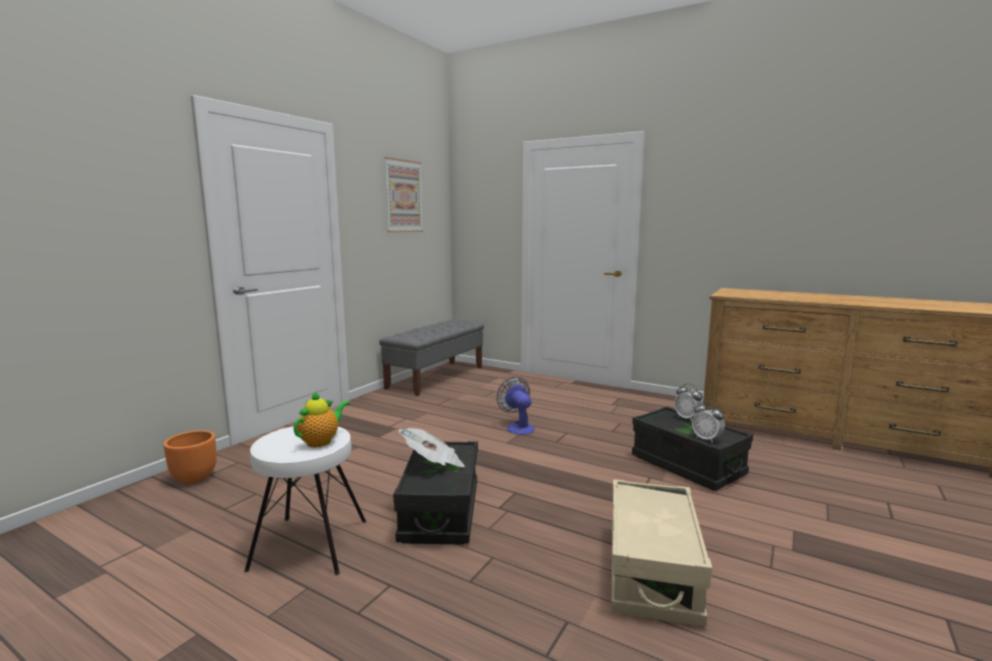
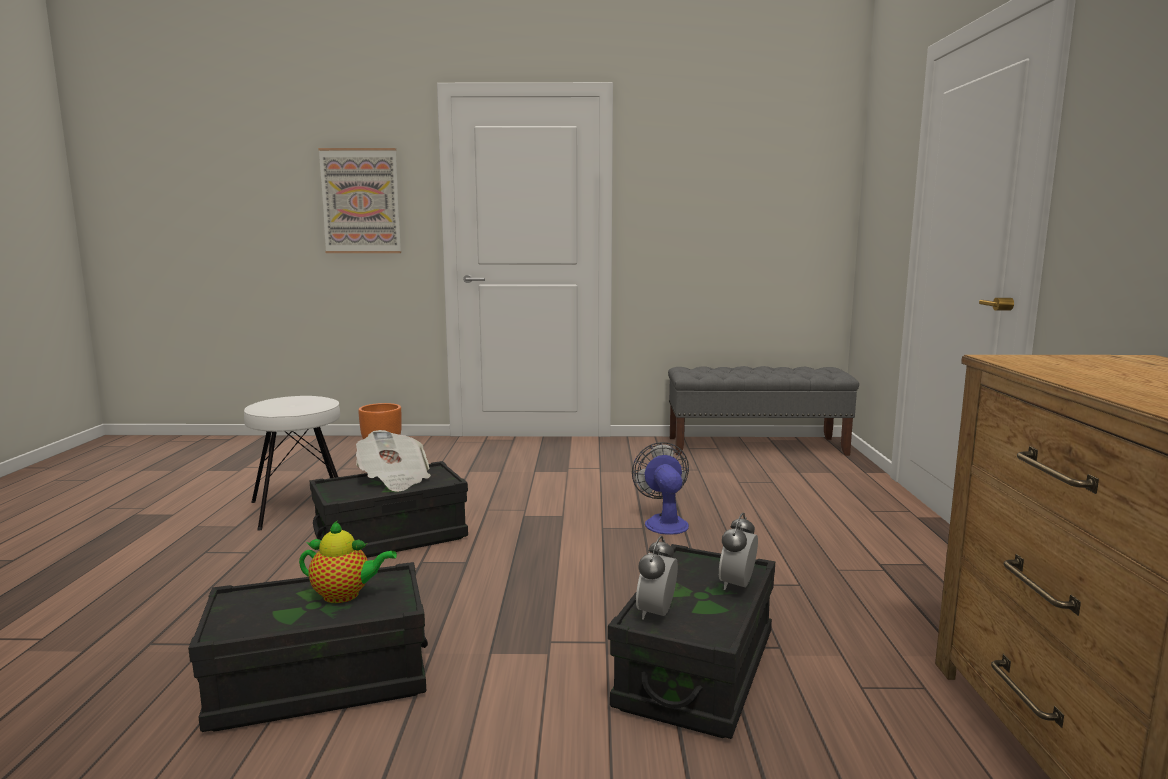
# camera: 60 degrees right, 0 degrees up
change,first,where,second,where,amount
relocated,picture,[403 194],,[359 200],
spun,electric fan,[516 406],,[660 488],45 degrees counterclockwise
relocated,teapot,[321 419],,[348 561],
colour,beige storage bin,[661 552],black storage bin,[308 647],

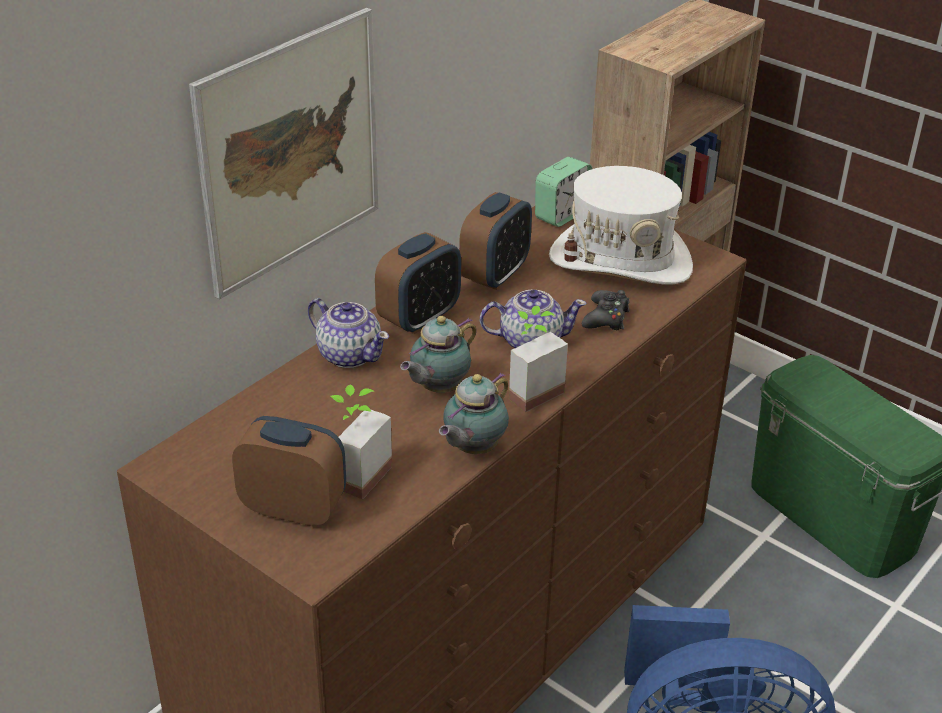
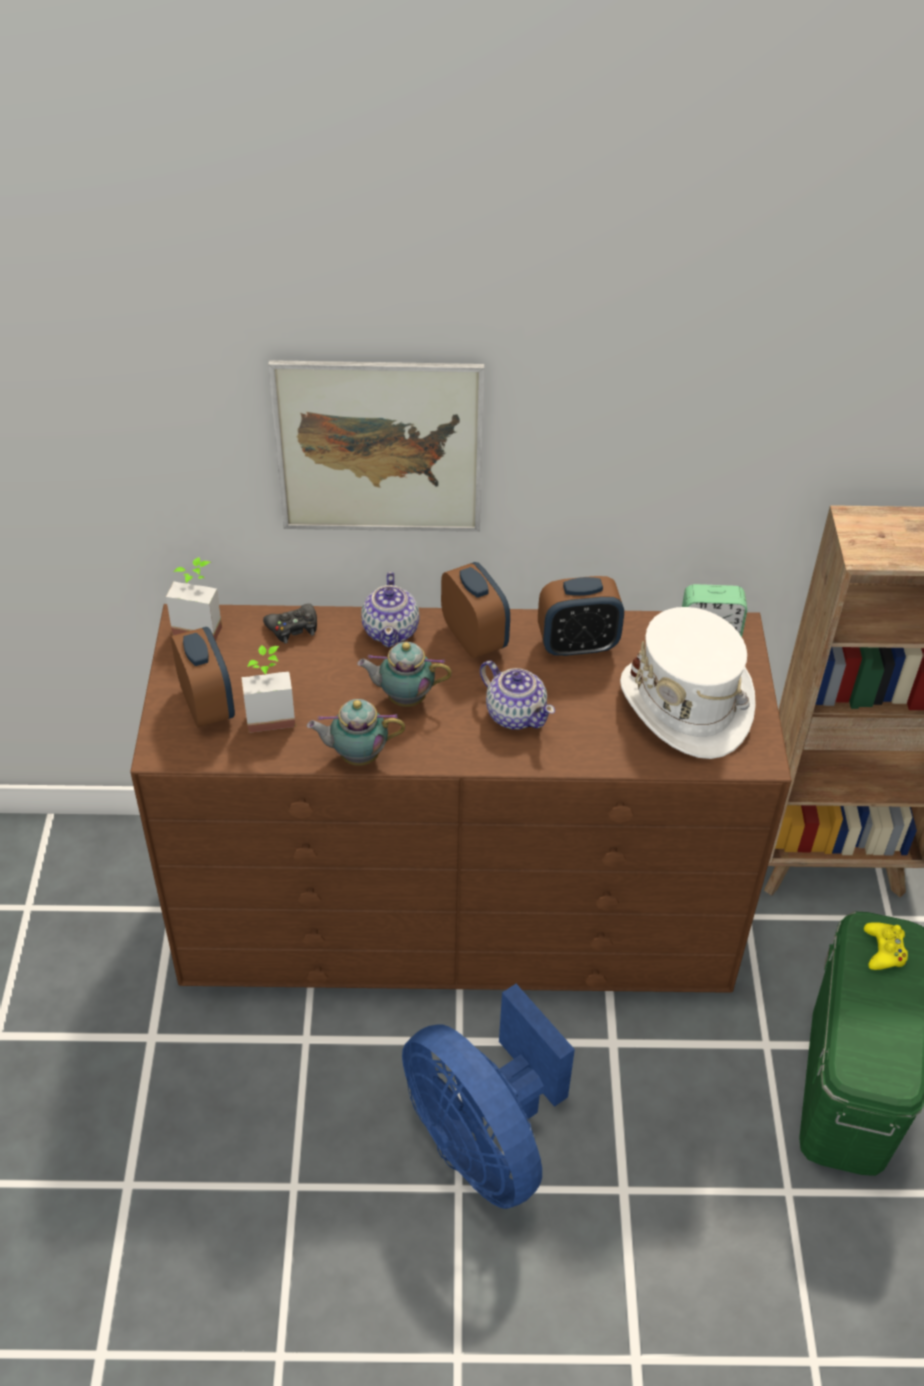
# camera: 50 degrees right, 10 degrees up
change,first,where,second,where,amount
spun,alarm clock,[418 283],,[475 610],120 degrees counterclockwise
relocated,black gamepad,[606 310],,[290 624],
relocated,plant in a pot,[538 359],,[194 599],
appeared,,,yellow gamepad,[886 946],

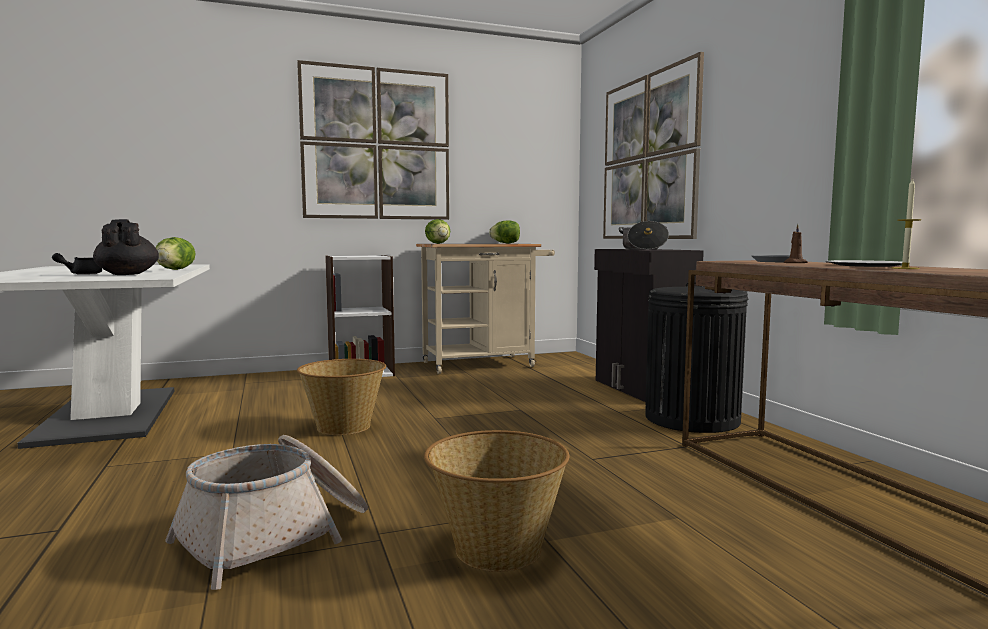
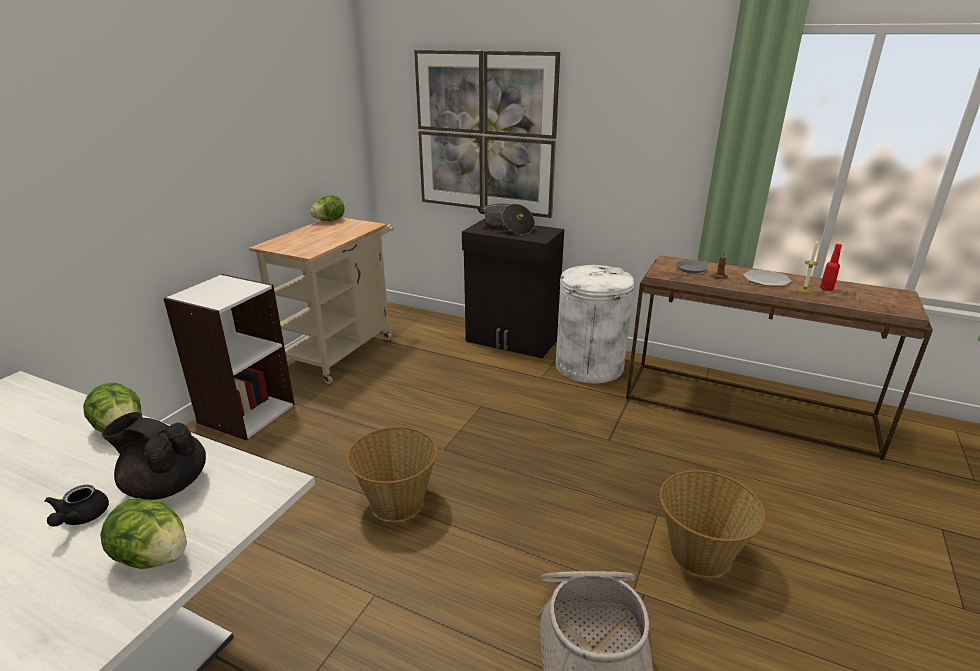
# camera: 45 degrees left, 20 degrees up
change,first,where,second,where,amount
missing,picture,[373 140],,,
relocated,head of lettuce,[437 231],,[143 533],
colour,black trash can,[696 357],white-coloured trash can,[595 324],
appeared,,,red bottle,[831 267],

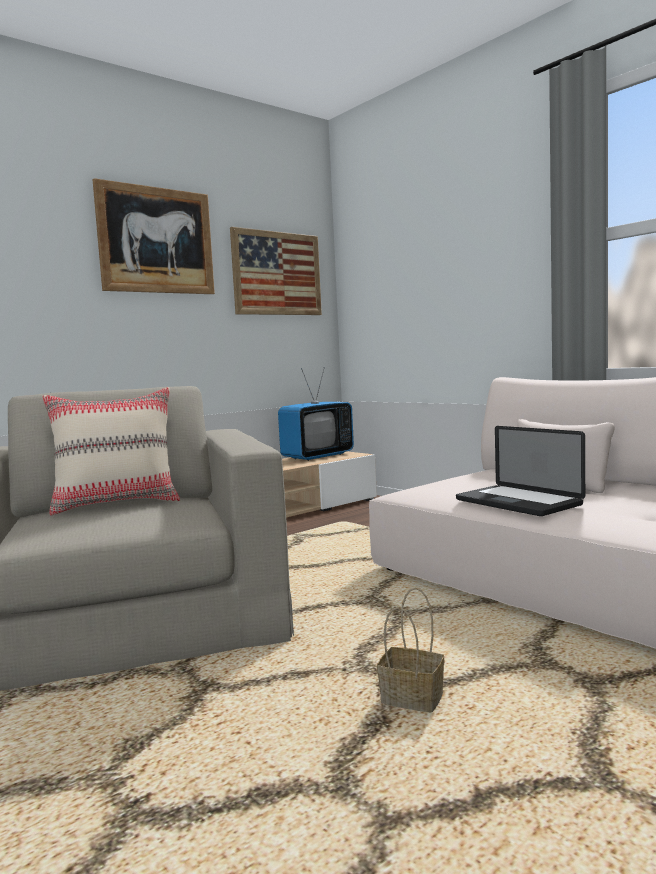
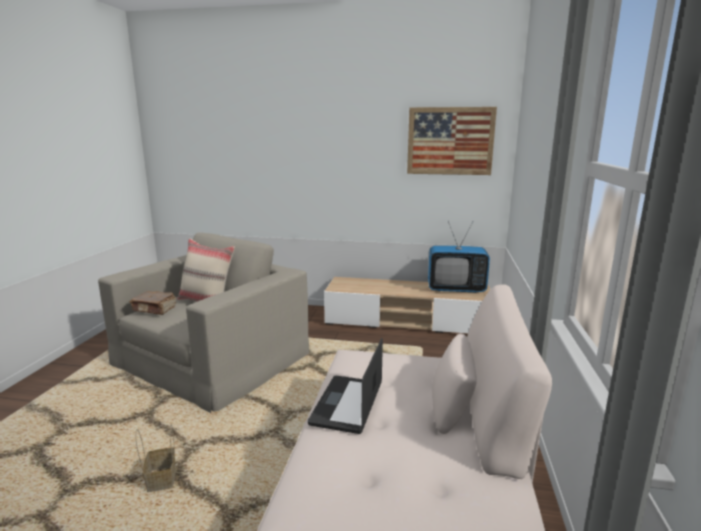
# camera: 50 degrees right, 10 degrees up
change,first,where,second,where,amount
missing,picture,[153 236],,,
appeared,,,brown-coloured book,[152 303],

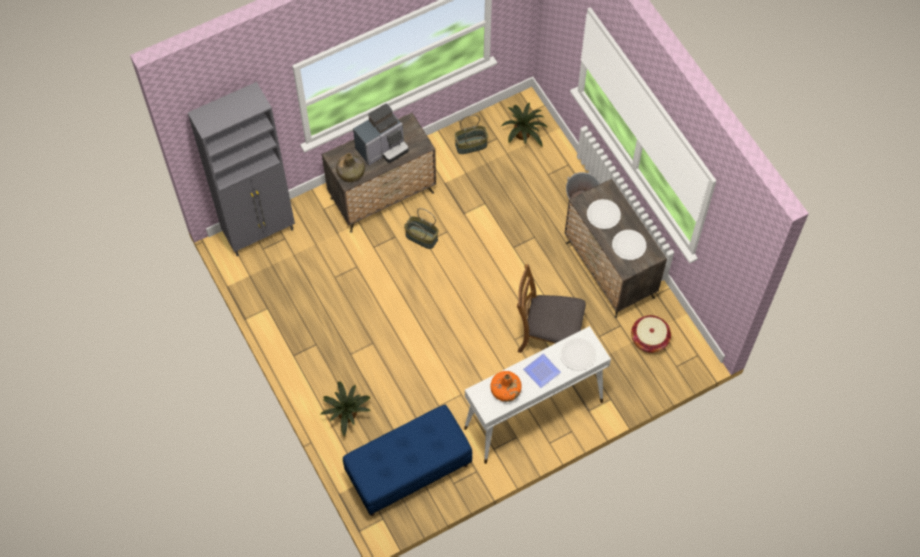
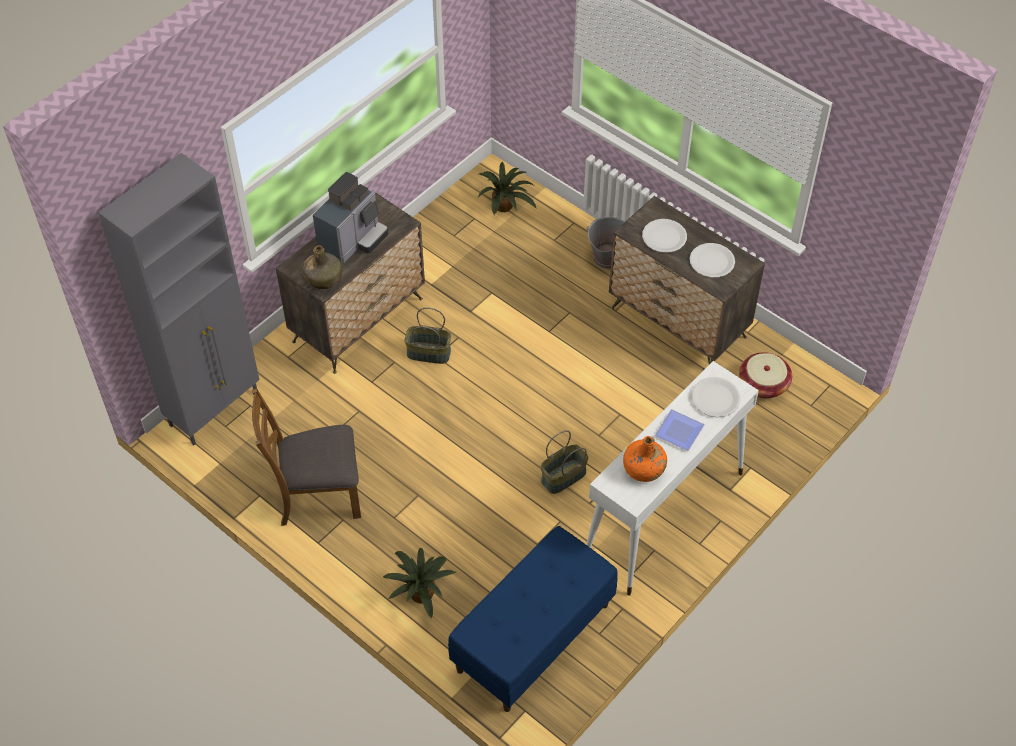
# camera: 20 degrees left, 10 degrees down
change,first,where,second,where,amount
relocated,storage basket,[471 134],,[564 462],
relocated,brown-coloured chair,[551 308],,[306 457],

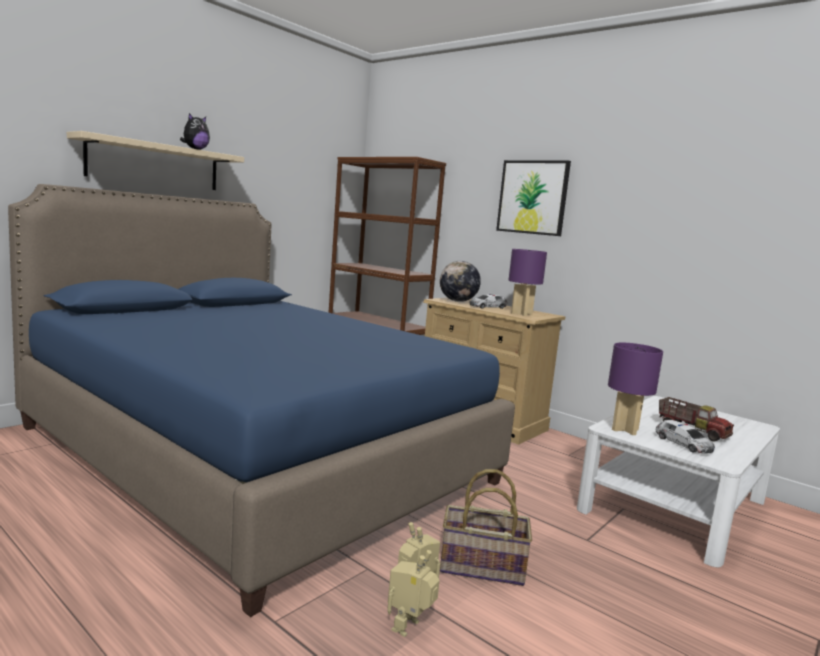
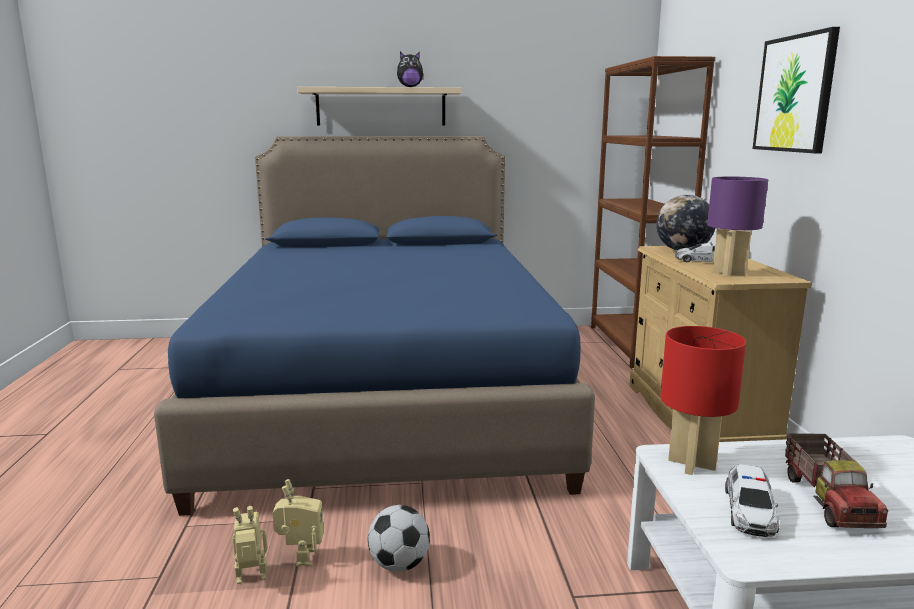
# camera: 45 degrees right, 5 degrees up
change,first,where,second,where,amount
colour,purplish lamp for a table,[635 389],red lamp for a table,[703 400],
exchanged,storage basket,[486 527],football ball,[399 538],

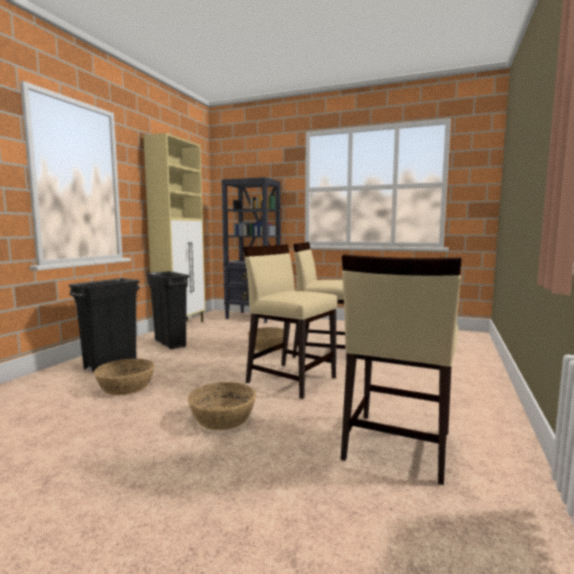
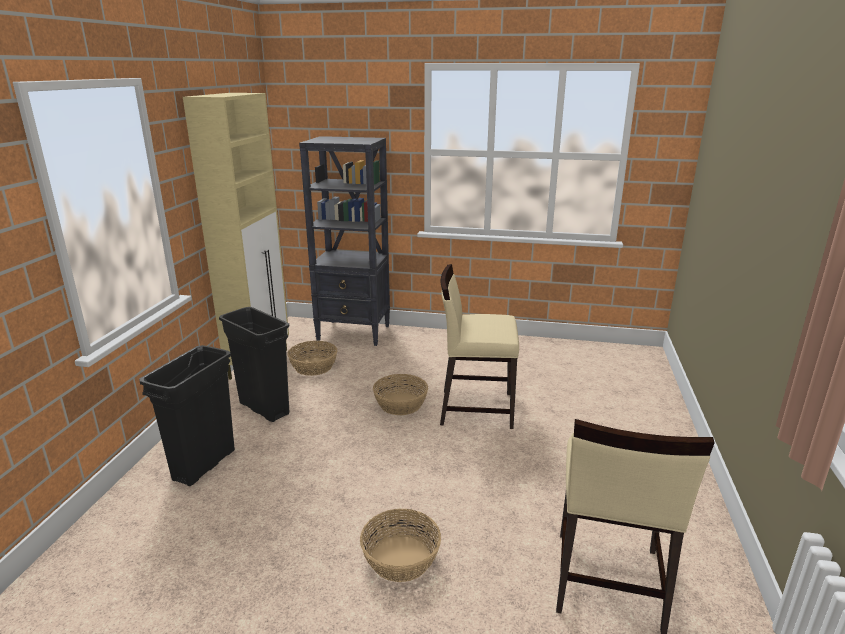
# camera: 10 degrees left, 15 degrees up
change,first,where,second,where,amount
missing,beige chair,[290 321],,,
relocated,storage basket,[124 377],,[312 358],

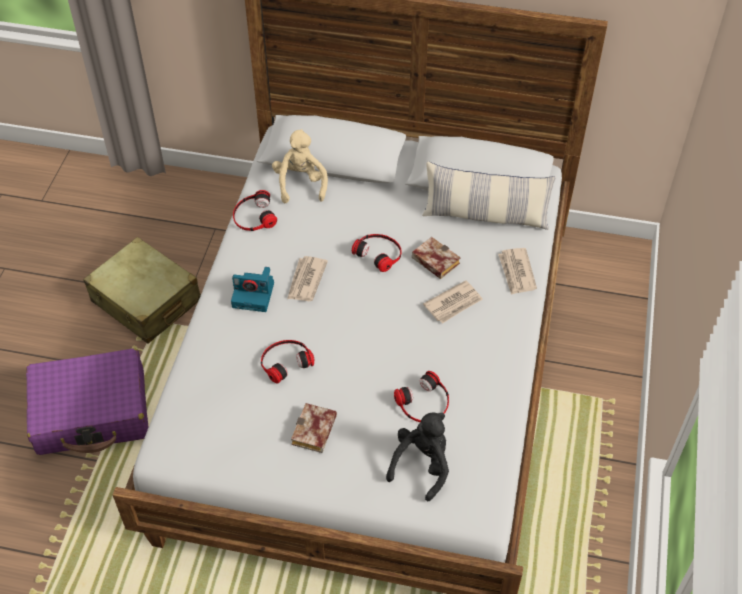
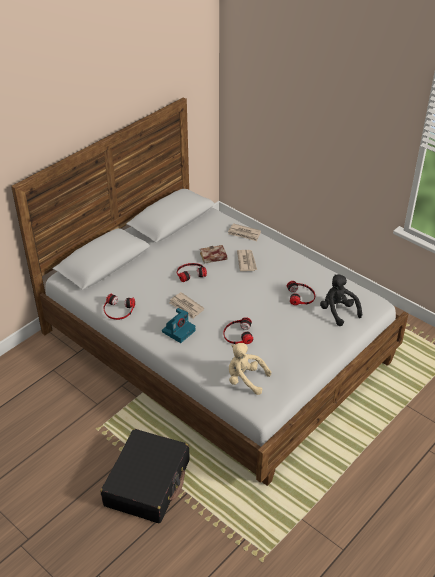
# camera: 60 degrees left, 10 degrees down
change,first,where,second,where,amount
relocated,beige plush toy,[300 166],,[250 369],
missing,throw pillow,[489 195],,,
missing,beige suitcase,[142 290],,,
colour,purplish suitcase,[87 401],black suitcase,[145 476],
missing,book,[314 428],,,

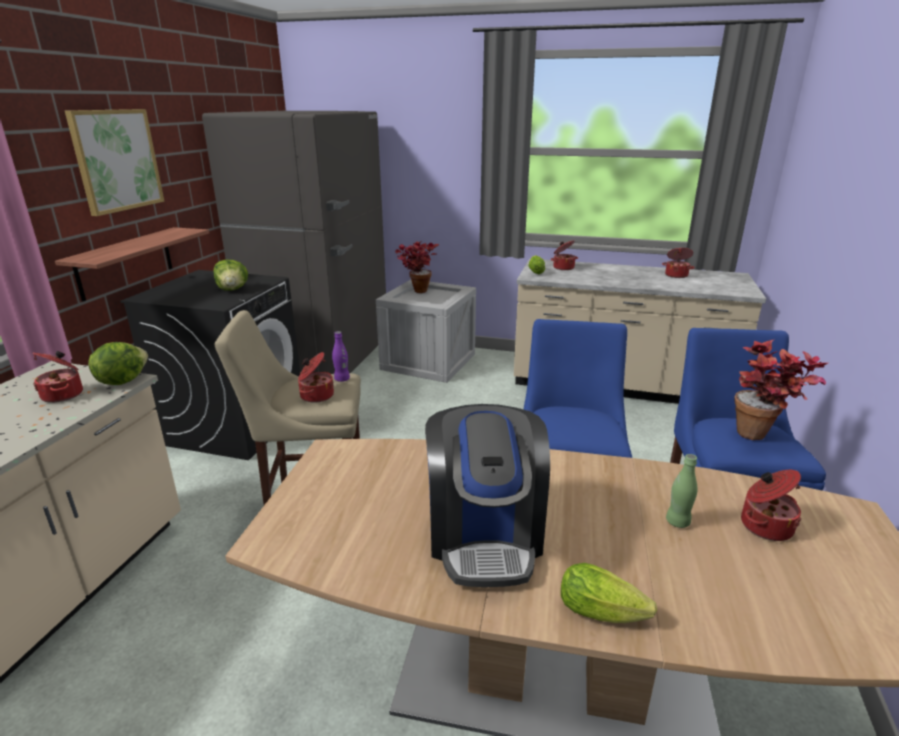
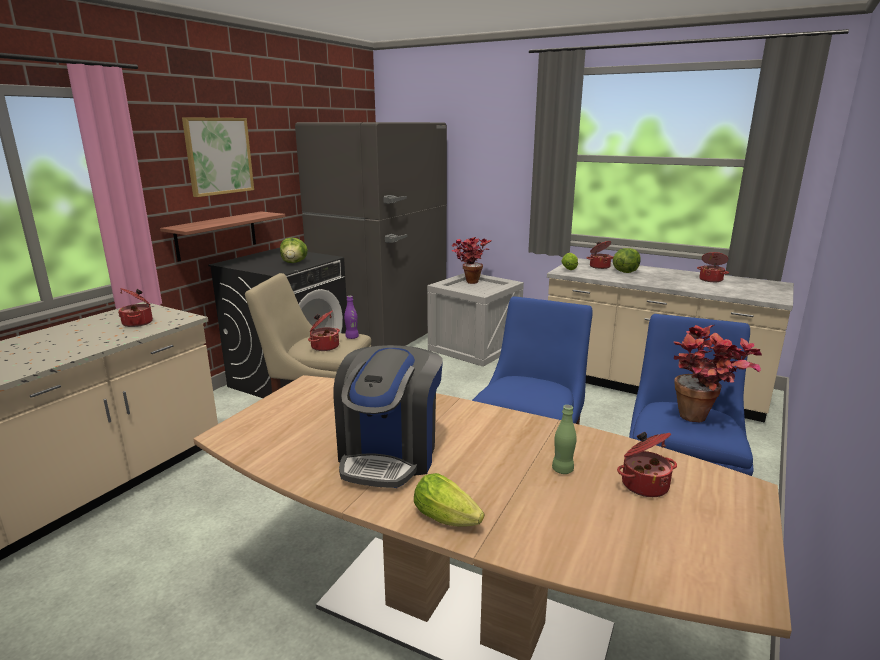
# camera: 15 degrees right, 5 degrees down
change,first,where,second,where,amount
relocated,head of lettuce,[118 363],,[627 260],

